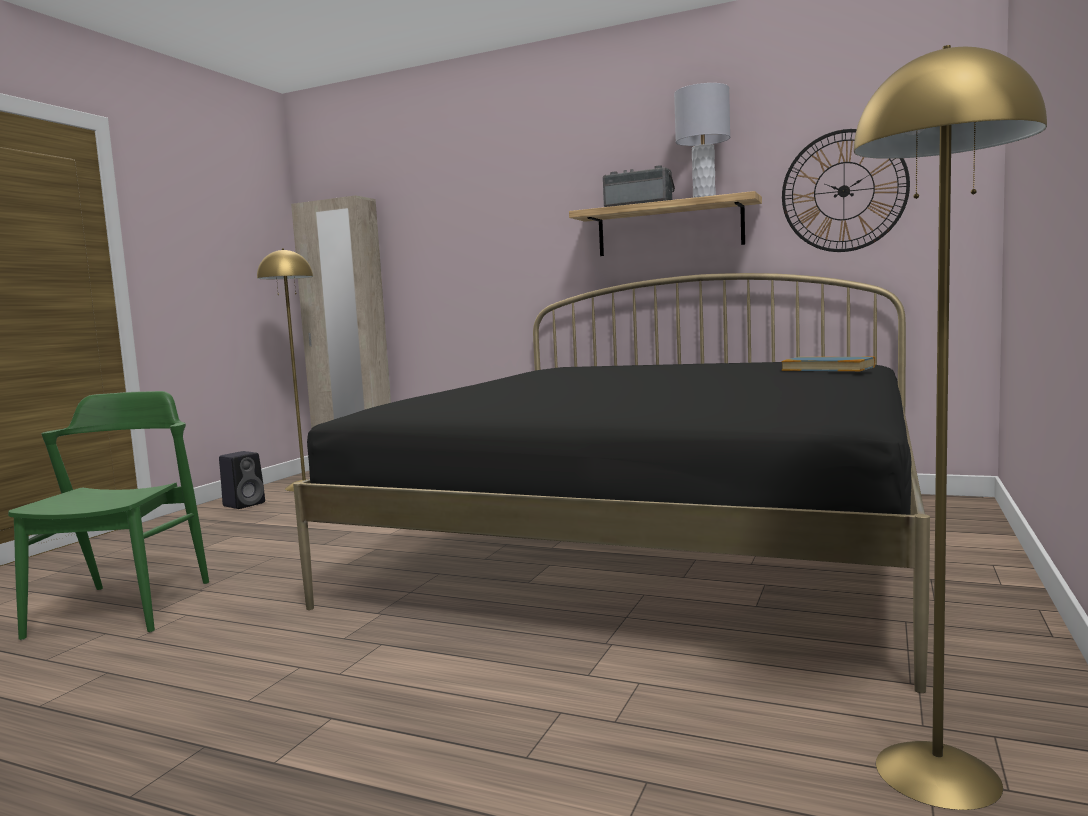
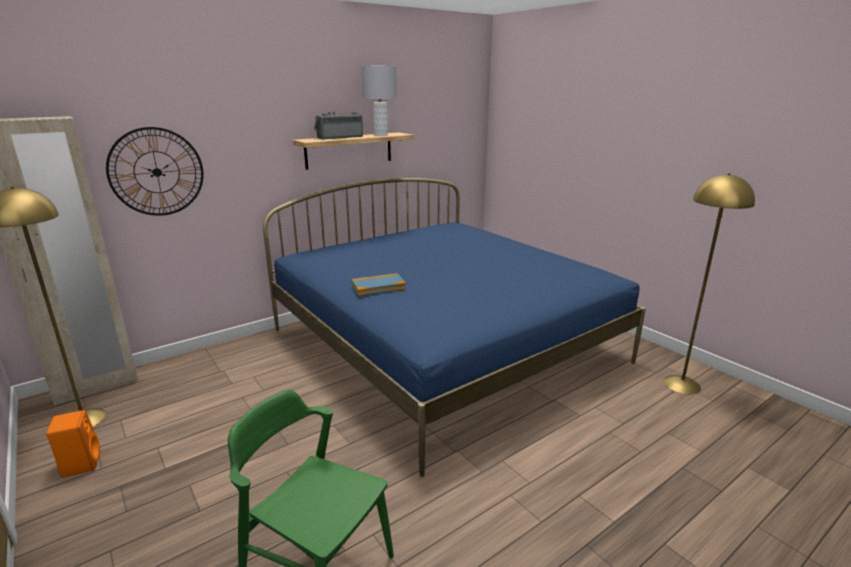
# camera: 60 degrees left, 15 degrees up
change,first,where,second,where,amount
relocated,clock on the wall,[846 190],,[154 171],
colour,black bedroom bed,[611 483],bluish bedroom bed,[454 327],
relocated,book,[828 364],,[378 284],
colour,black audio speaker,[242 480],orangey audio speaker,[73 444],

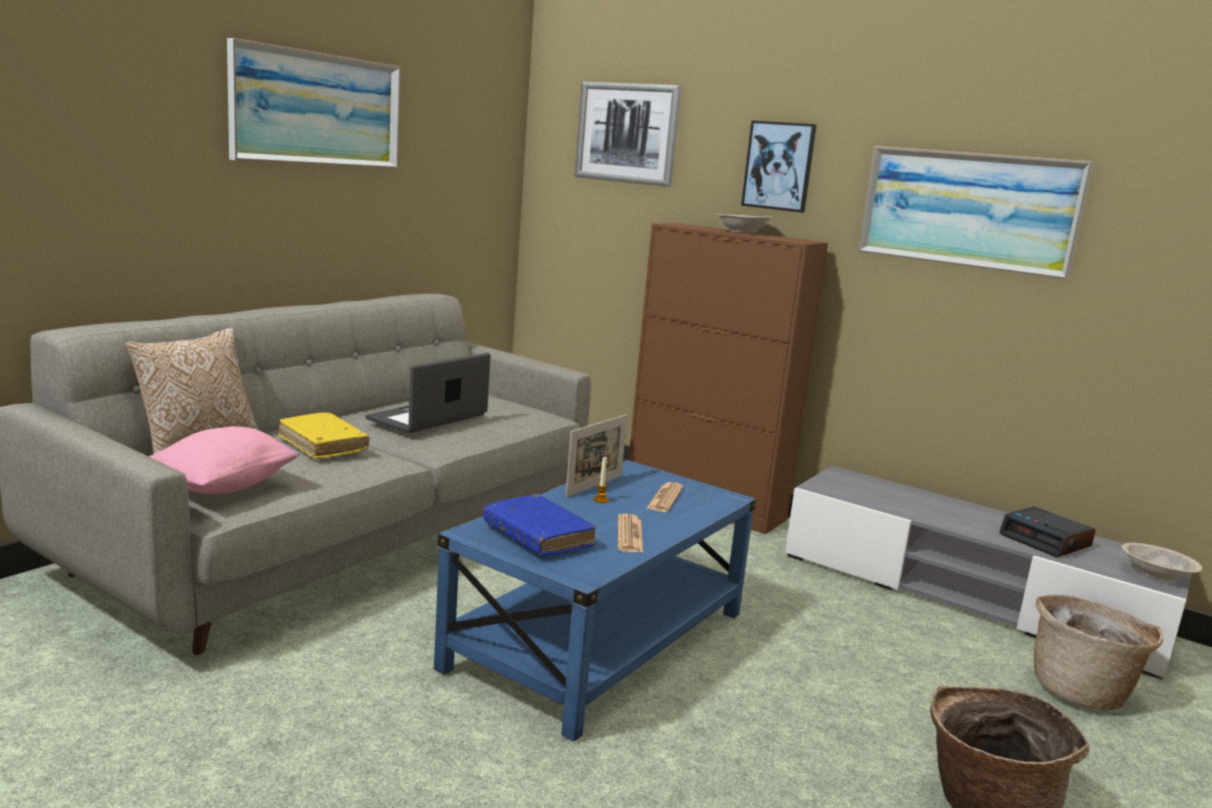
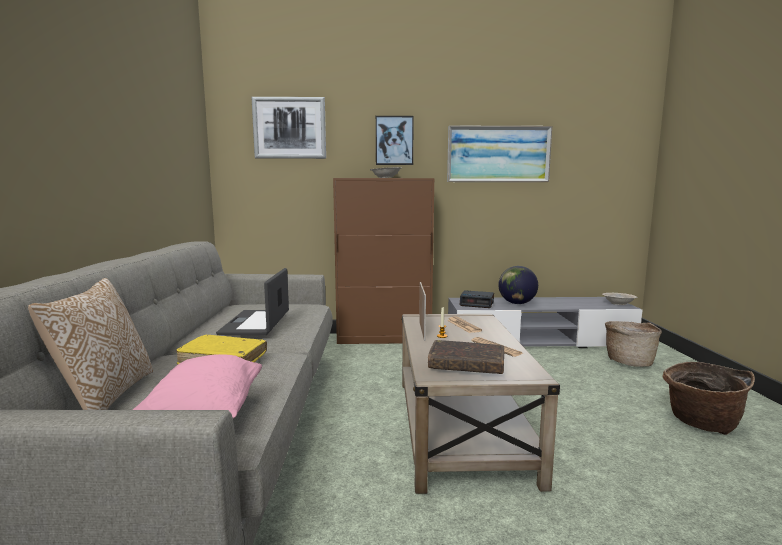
# camera: 35 degrees left, 5 degrees down
change,first,where,second,where,amount
missing,picture,[314 103],,,
colour,bluish lounge table,[595 600],beige lounge table,[480 404],
colour,bluish book,[539 525],brown-coloured book,[466 357],
relocated,alarm clock,[1047 532],,[477 299],
appeared,,,globe,[518 285],

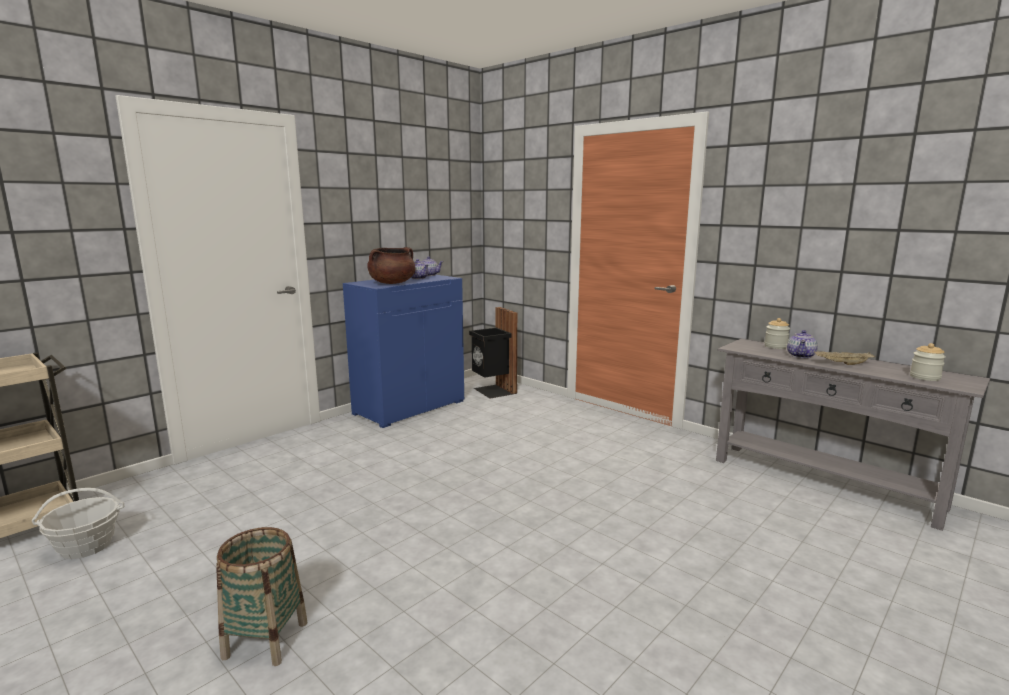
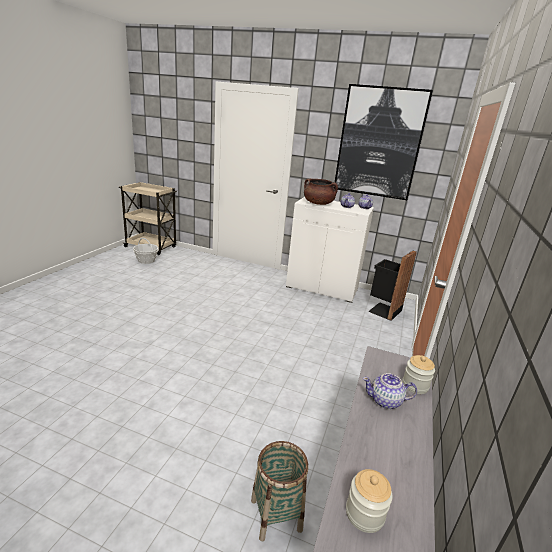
# camera: 65 degrees right, 10 degrees up
change,first,where,second,where,amount
colour,bluish storage cabinet,[403 351],white-coloured storage cabinet,[330 250],
missing,beige serving tray,[844 358],,,
relocated,storage basket,[261 596],,[279 491],
appeared,,,picture,[383 142],

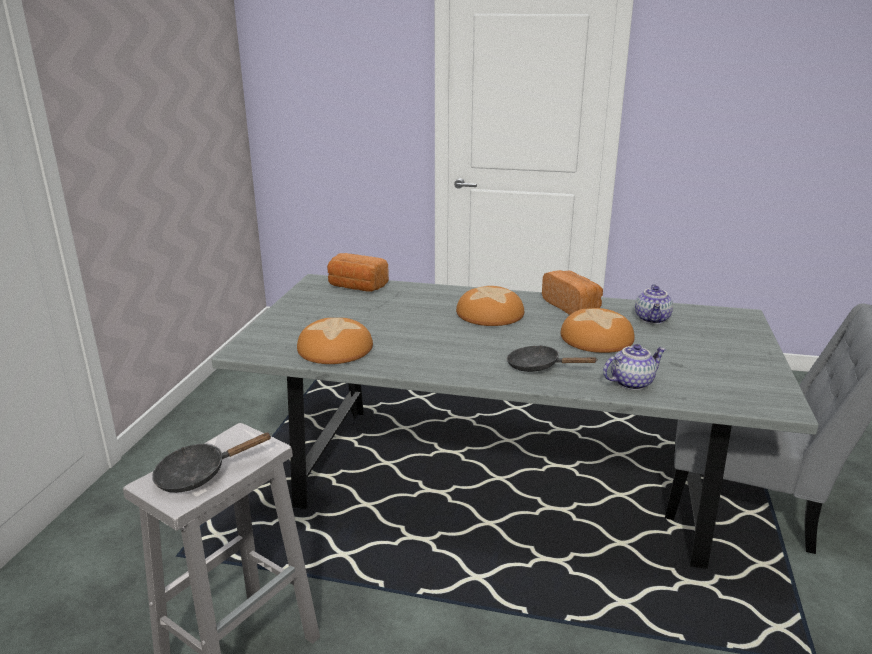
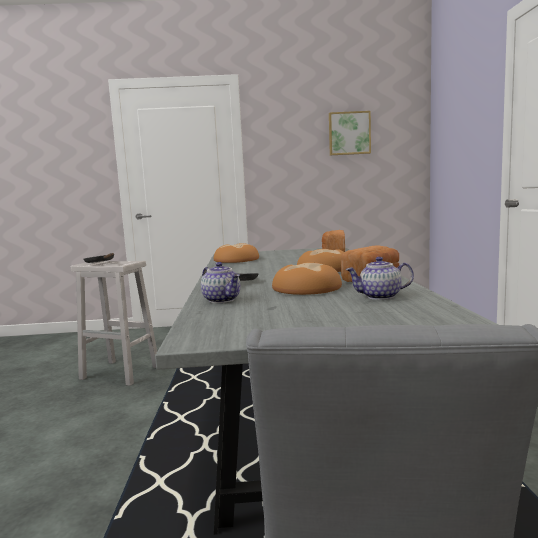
# camera: 75 degrees right, 15 degrees down
change,first,where,second,where,amount
appeared,,,picture,[350 133],

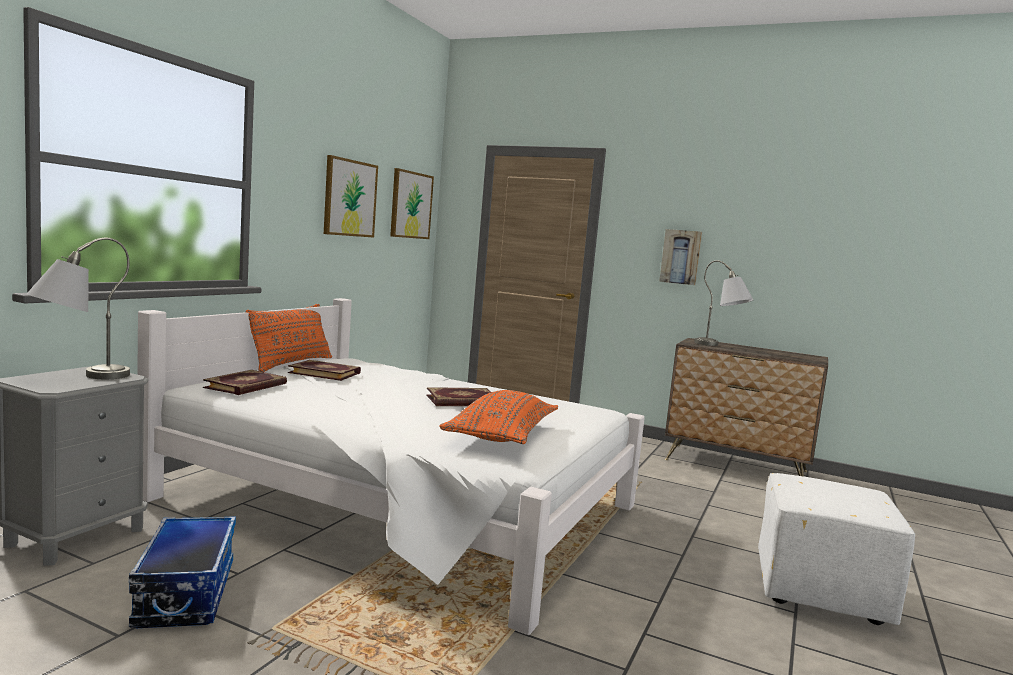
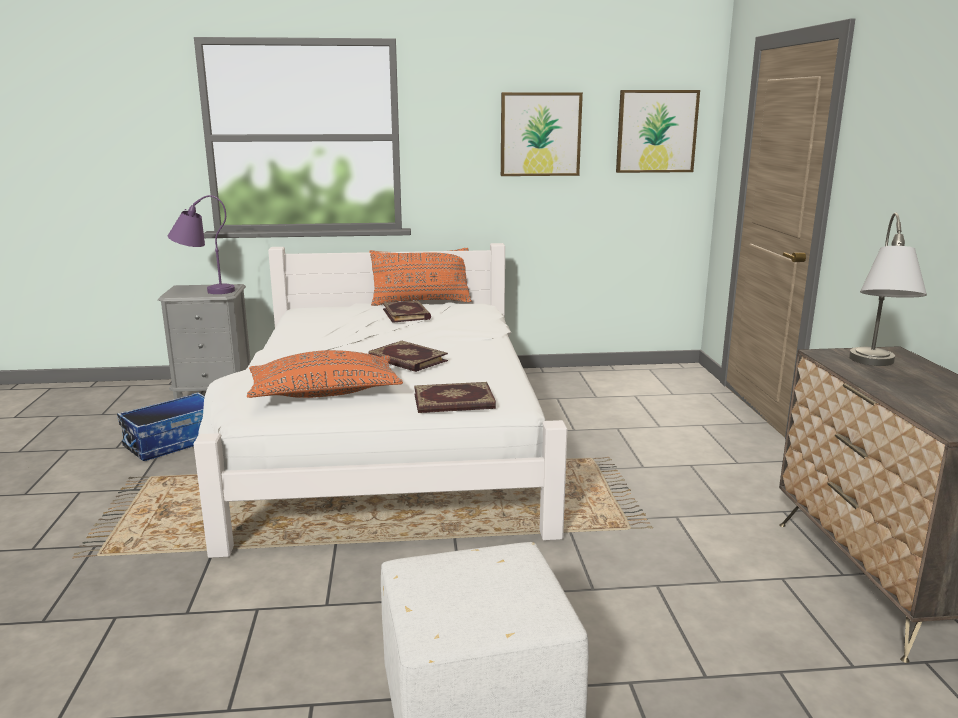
# camera: 60 degrees right, 10 degrees up
change,first,where,second,where,amount
missing,picture,[680 257],,,
colour,grey lamp for a table,[78 308],purplish lamp for a table,[201 244],
relocated,book,[245 382],,[455 397],

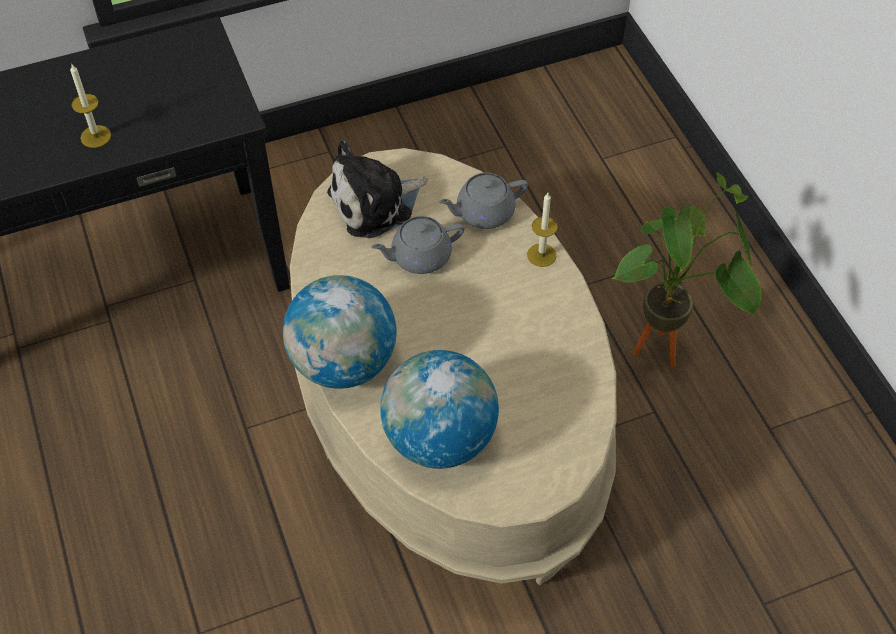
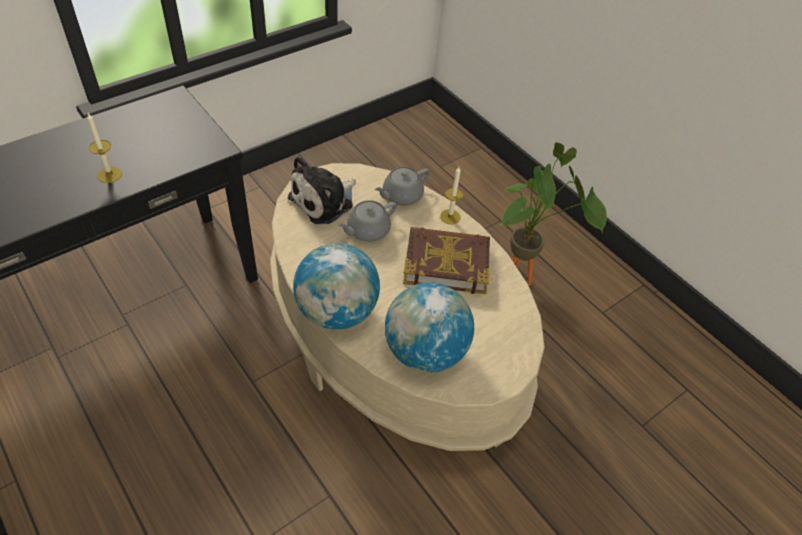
# camera: 20 degrees left, 5 degrees down
change,first,where,second,where,amount
appeared,,,book,[446 260],

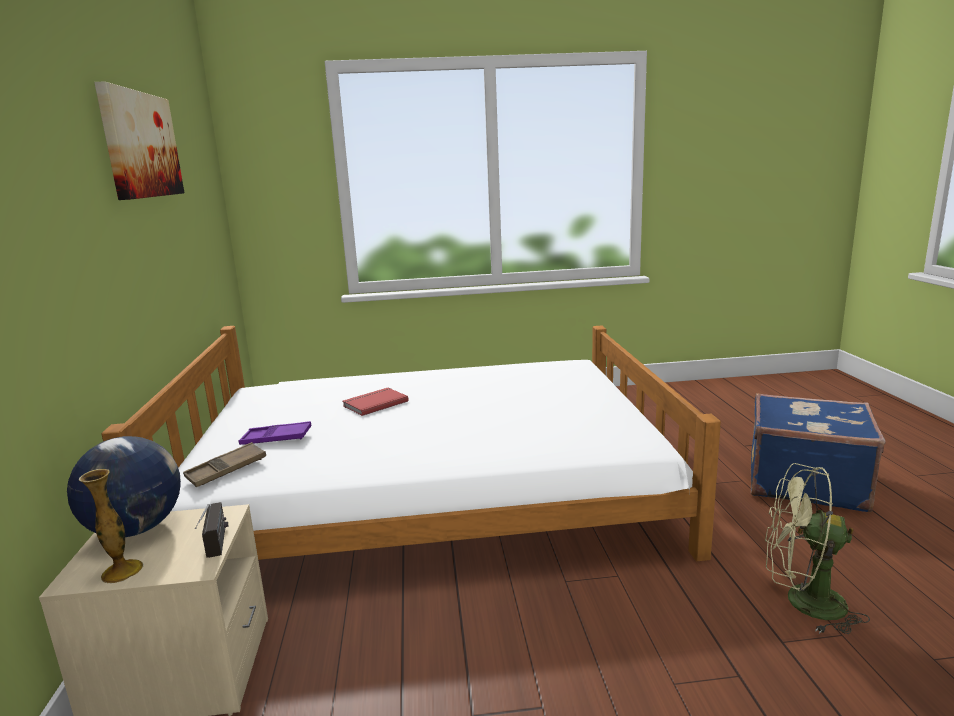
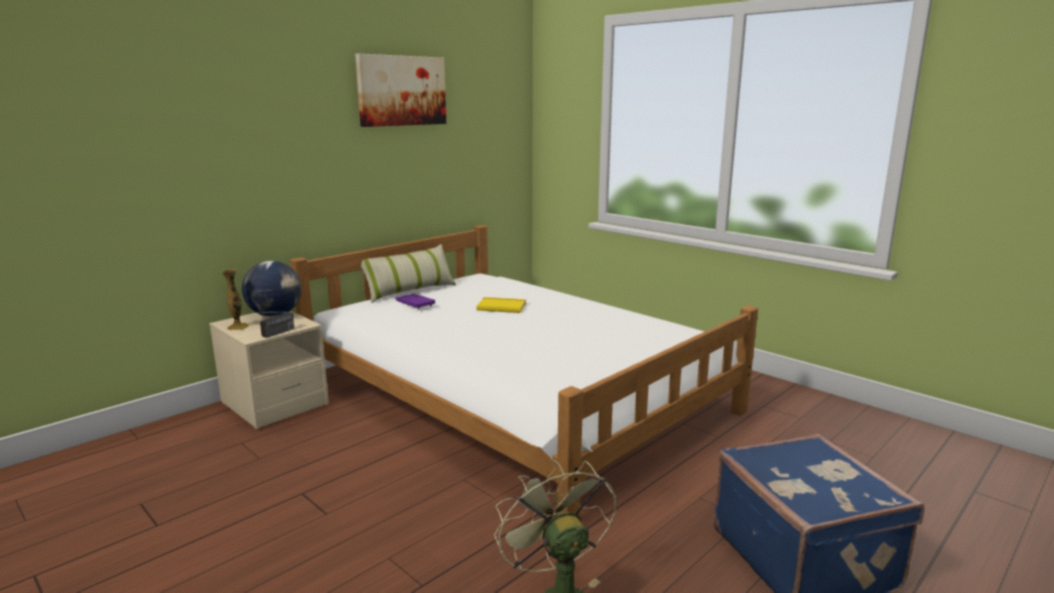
# camera: 50 degrees right, 0 degrees up
change,first,where,second,where,amount
colour,red book,[376 402],yellow book,[501 305],
missing,brown-coloured serving tray,[224 464],,,
appeared,,,throw pillow,[408 273],

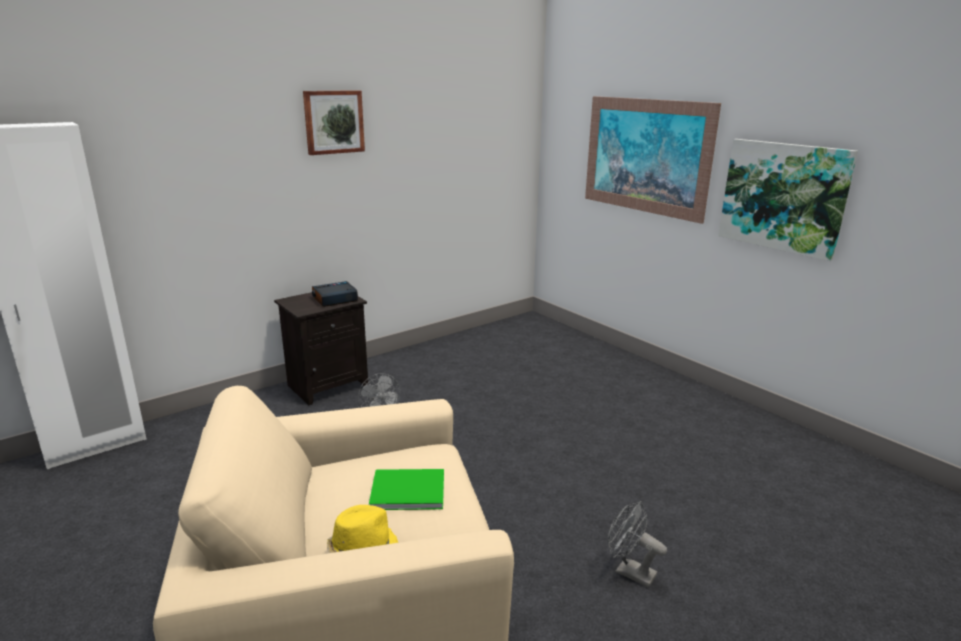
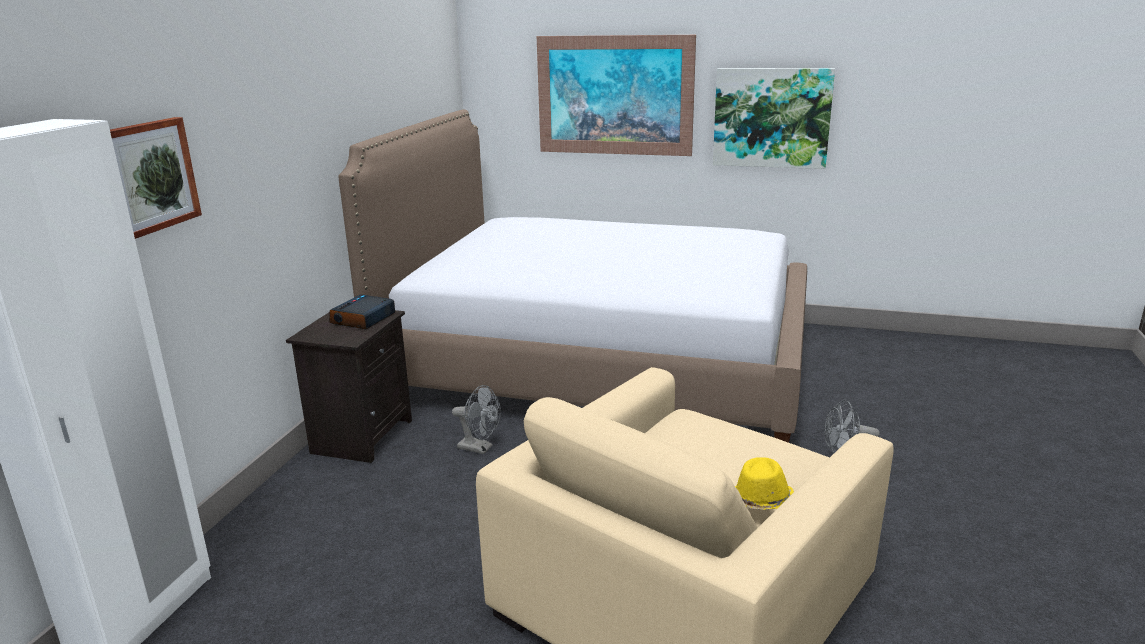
# camera: 35 degrees left, 0 degrees up
change,first,where,second,where,amount
relocated,picture,[334 122],,[156 178],
missing,green-coloured book,[406 489],,,
appeared,,,bedroom bed,[572 276],

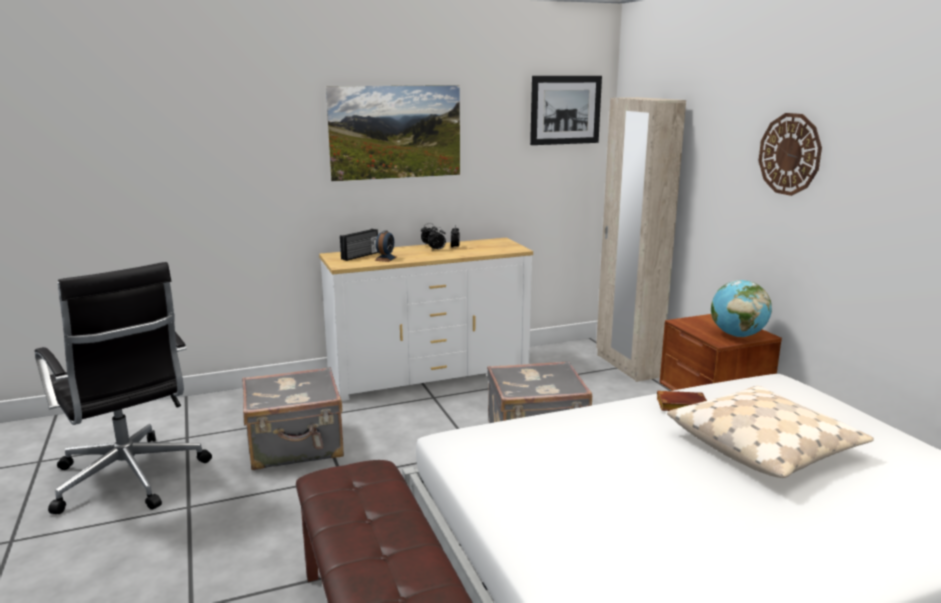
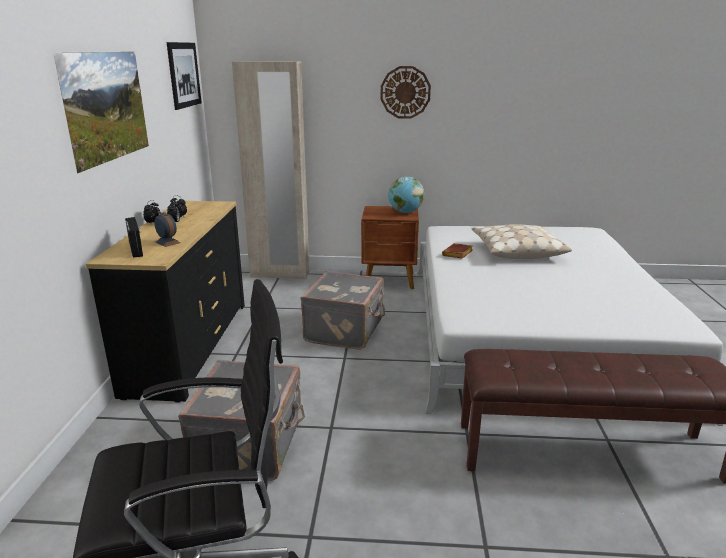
# camera: 65 degrees left, 5 degrees up
change,first,where,second,where,amount
colour,white-coloured drawer chest,[426 319],black drawer chest,[165 302],

